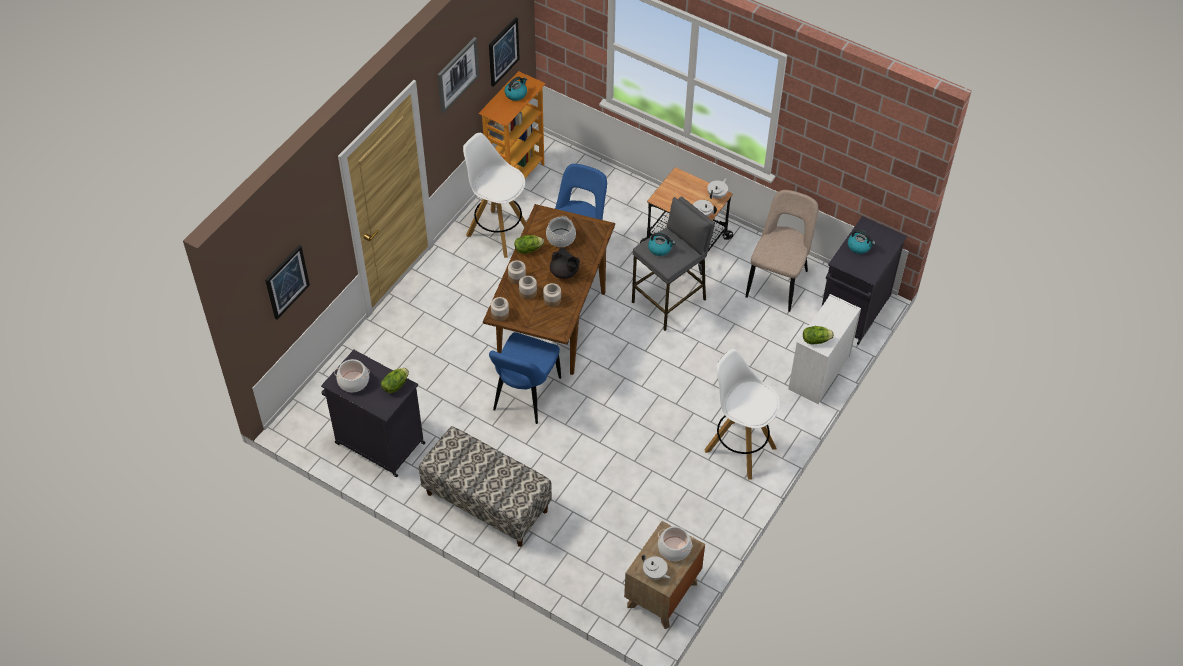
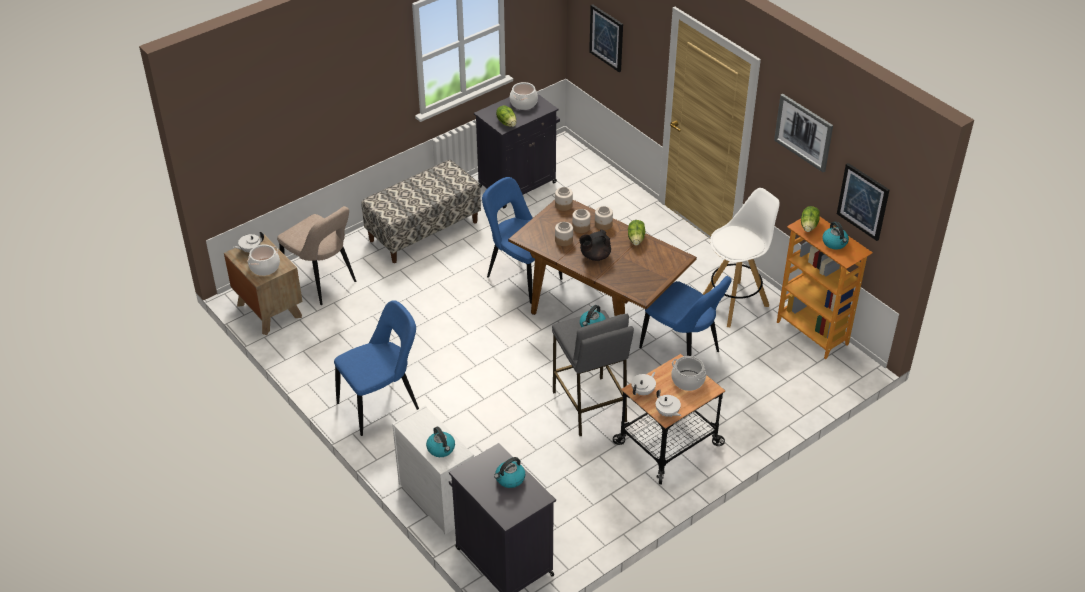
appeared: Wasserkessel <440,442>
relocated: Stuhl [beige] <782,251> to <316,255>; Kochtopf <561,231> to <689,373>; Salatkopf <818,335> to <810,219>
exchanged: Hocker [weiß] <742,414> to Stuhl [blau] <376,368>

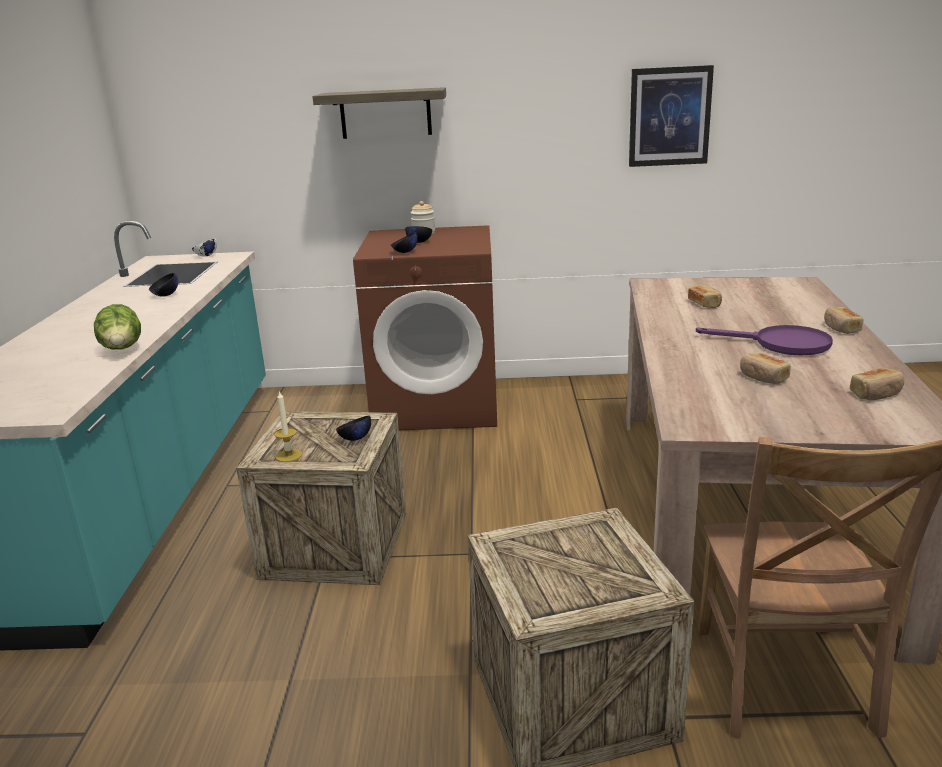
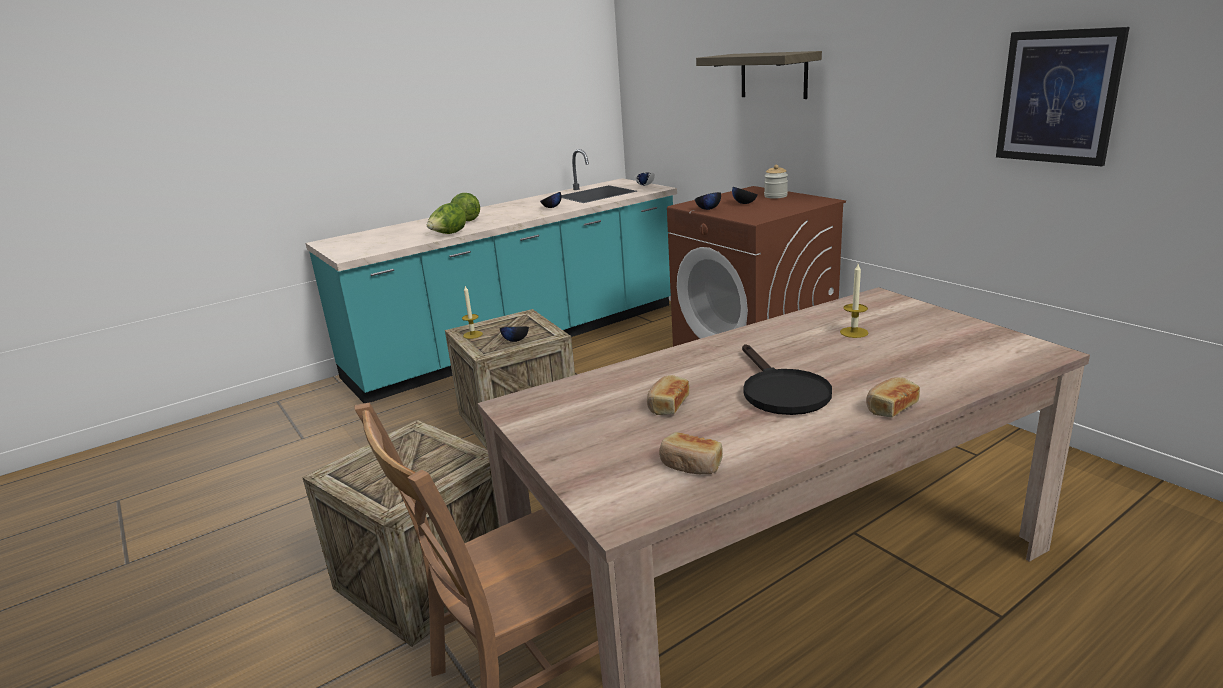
appeared: Salatkopf <465,207>
exchanged: Brot <705,296> to Kerze <854,301>
colour: Pfanne [lila] <764,340> to Pfanne [schwarz] <787,379>

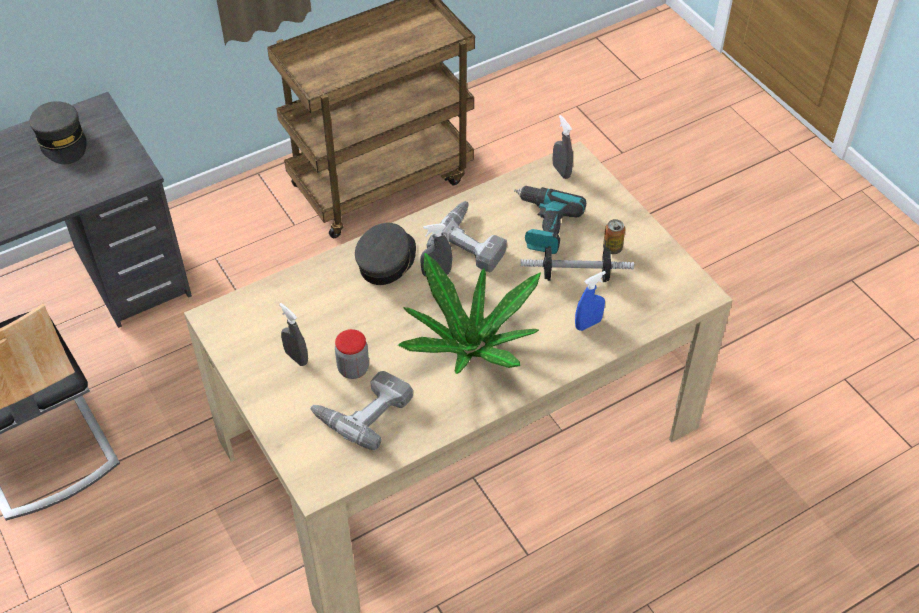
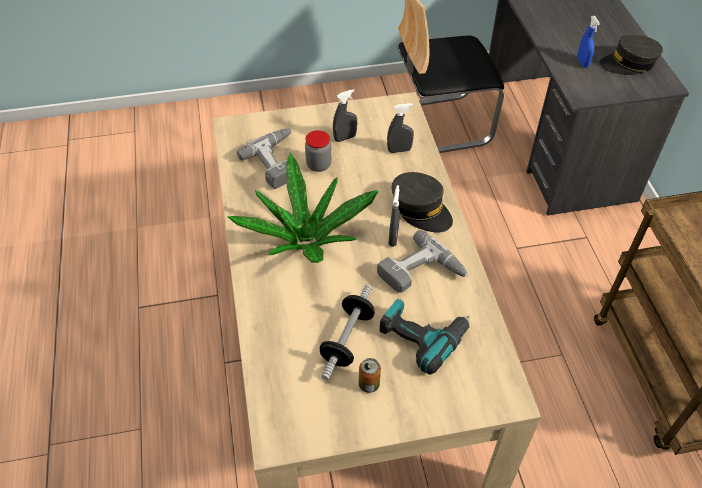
relocated: Sprühflasche [grau] <563,147> to <400,128>; Sprühflasche [blau] <590,301> to <588,42>

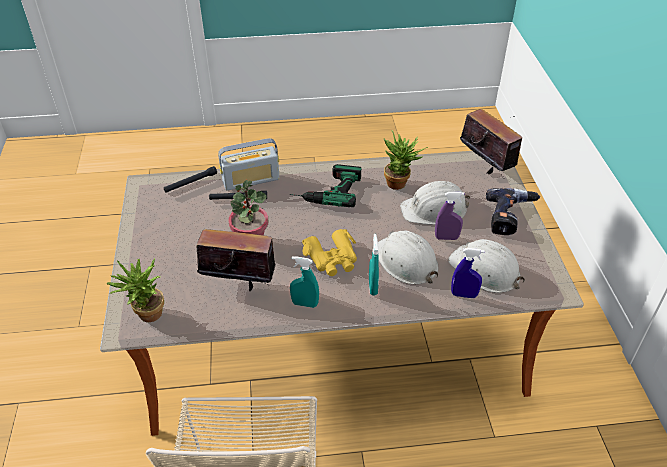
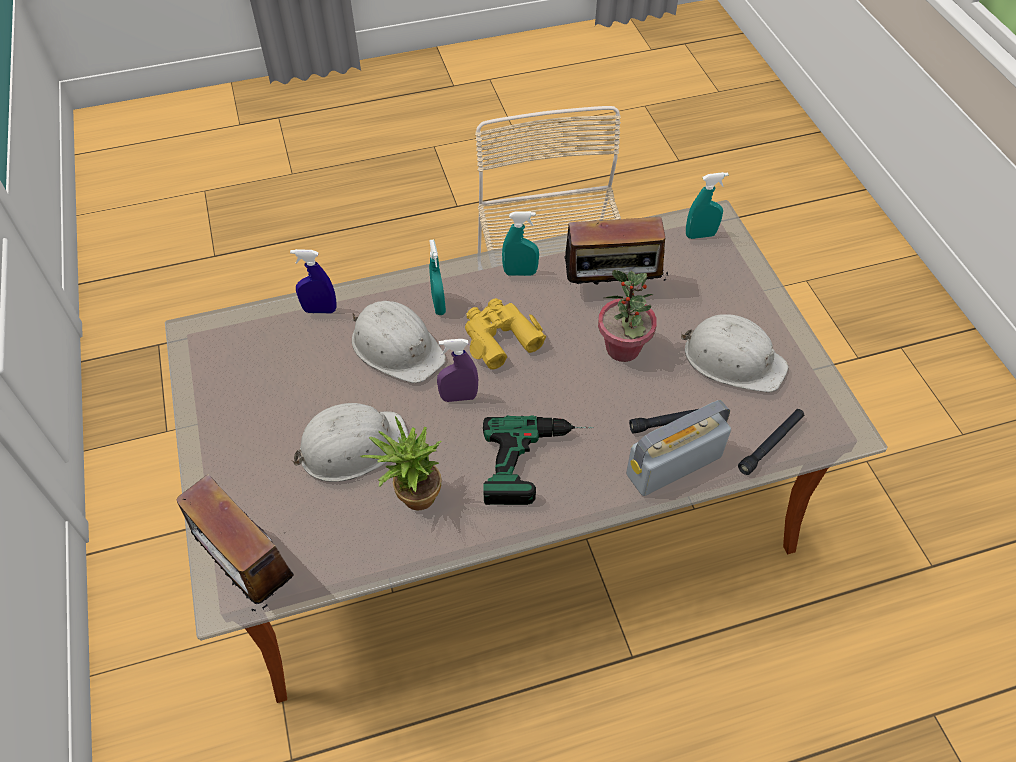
missing: Bohrmaschine <513,211>
relocated: Sprühflasche [lila] <449,216> to <457,370>; Schutzhelm [weiß] <486,266> to <734,353>
exchanged: Topfpflanze <135,290> to Sprühflasche [türkis] <707,205>

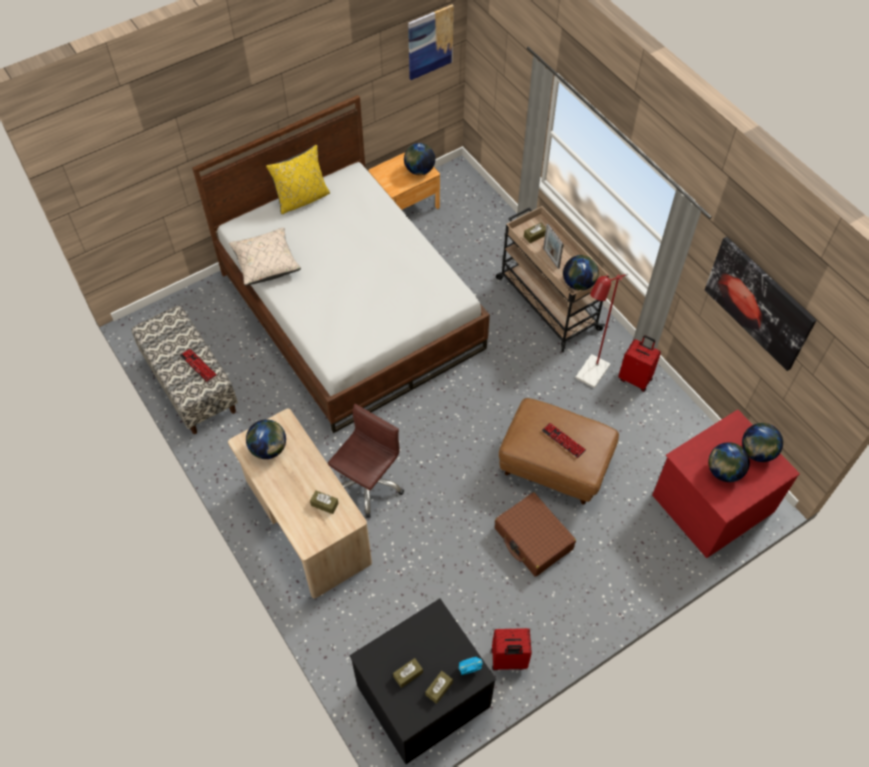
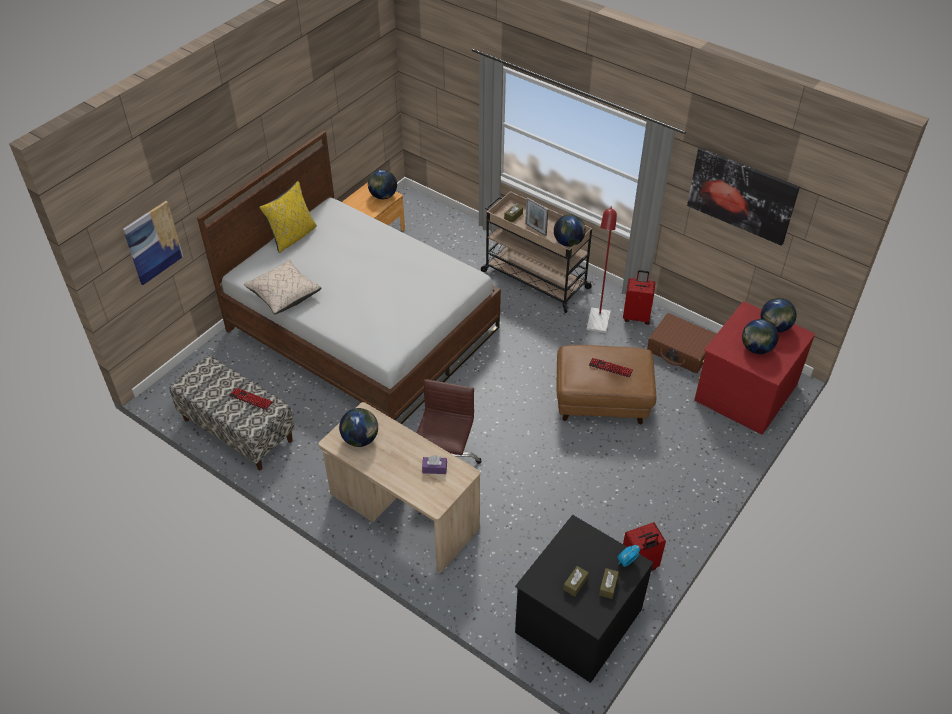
relocated: Bild <431,42> to <153,243>; Koffer [braun] <535,534> to <682,343>
colour: Taschentuchbox [braun] <324,502> to Taschentuchbox [lila] <434,464>

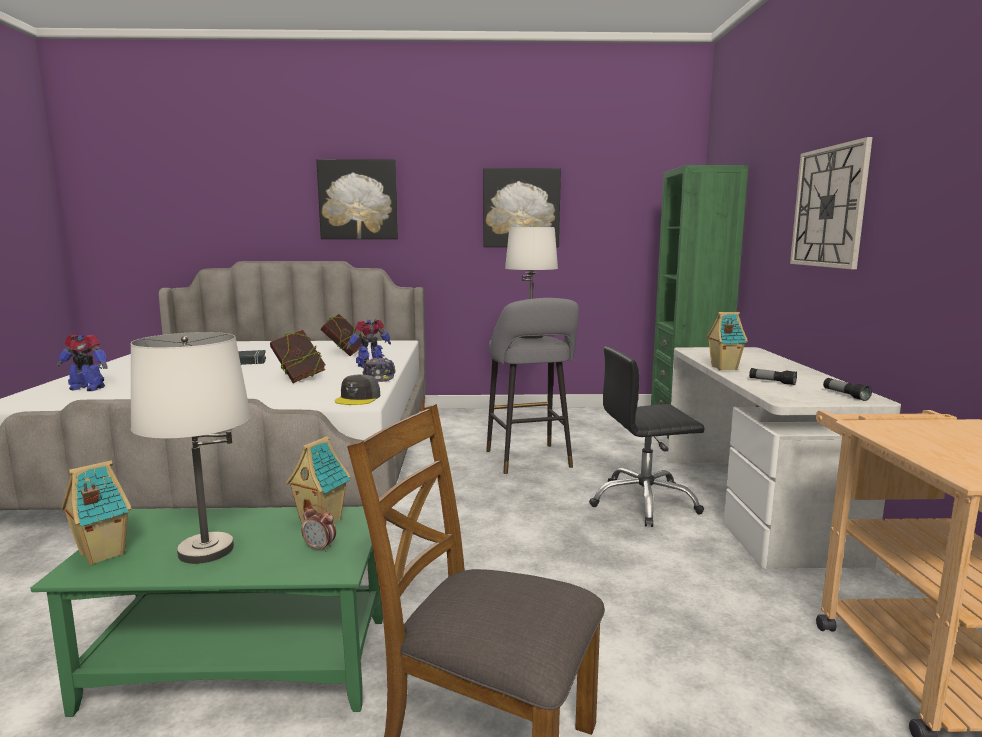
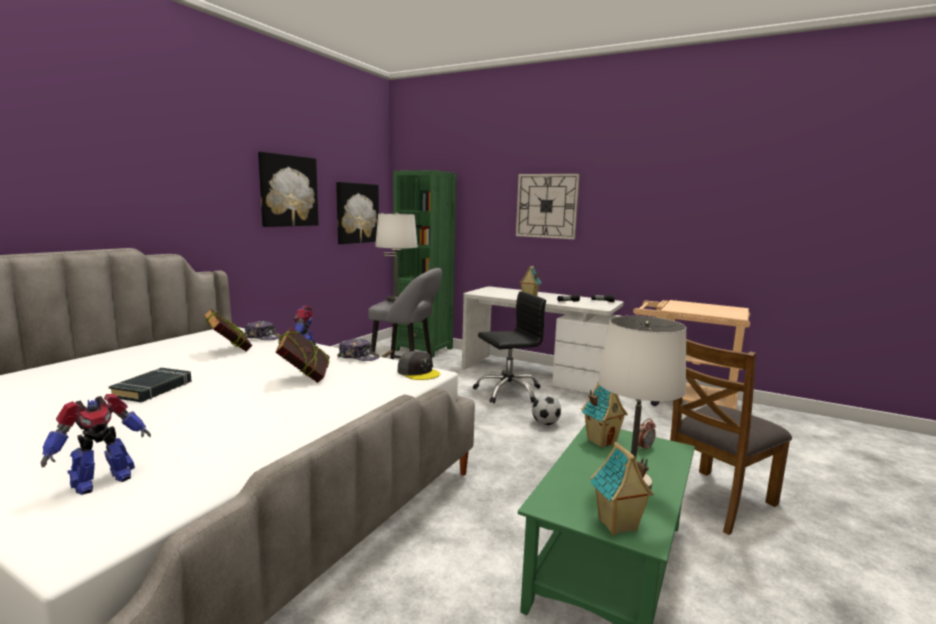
appeared: Kappe <262,330>; Fußball <546,410>
relocated: Bild <357,199> to <357,213>
spun: Bürostuhl [schwarz] <647,437> = <509,347> 135 degrees counterclockwise

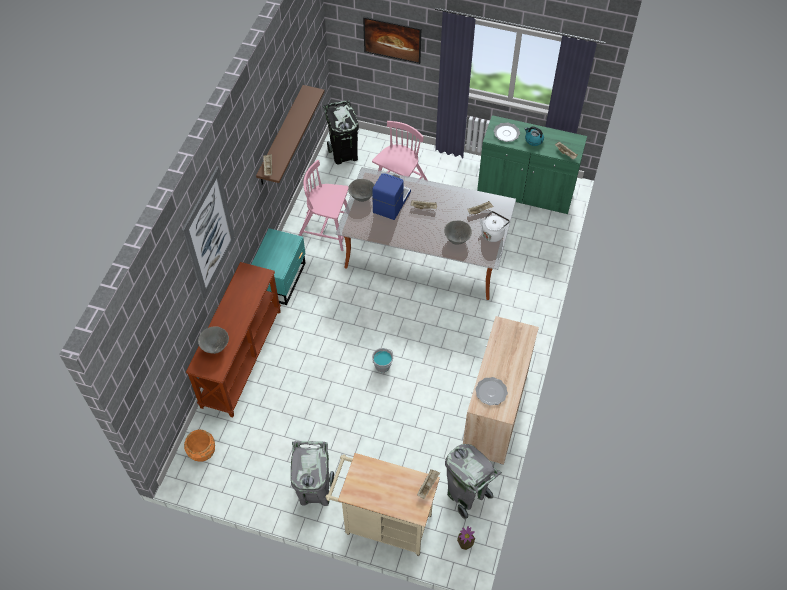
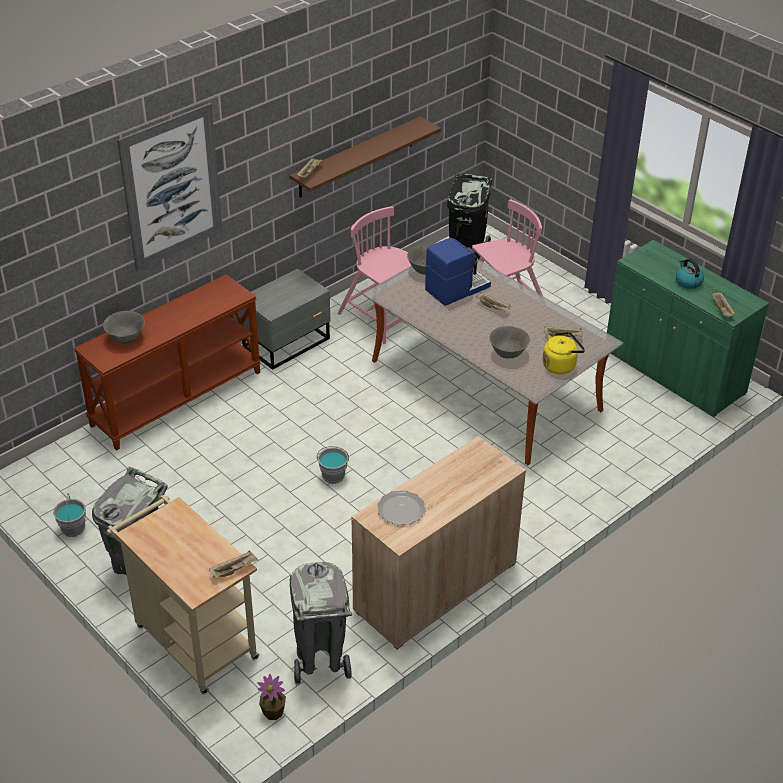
missing: Bild <392,40>; Teller <507,132>; Pflanzkübel [orange] <199,446>
appeared: Eimer [grau] <69,515>
colour: Wasserkessel [weiß] <495,226> to Wasserkessel [gelb] <564,353>; Nachttisch [türkis] <278,266> to Nachttisch [grau] <285,319>

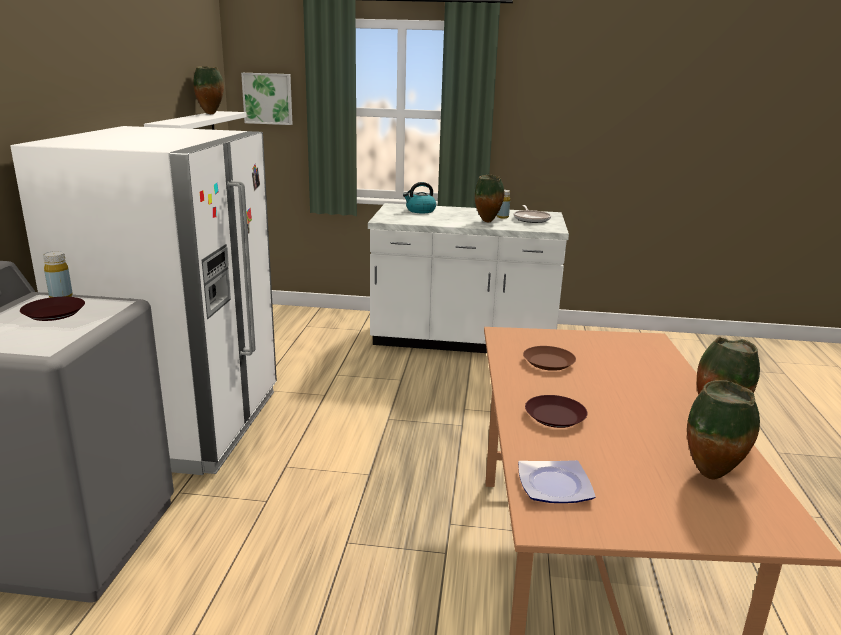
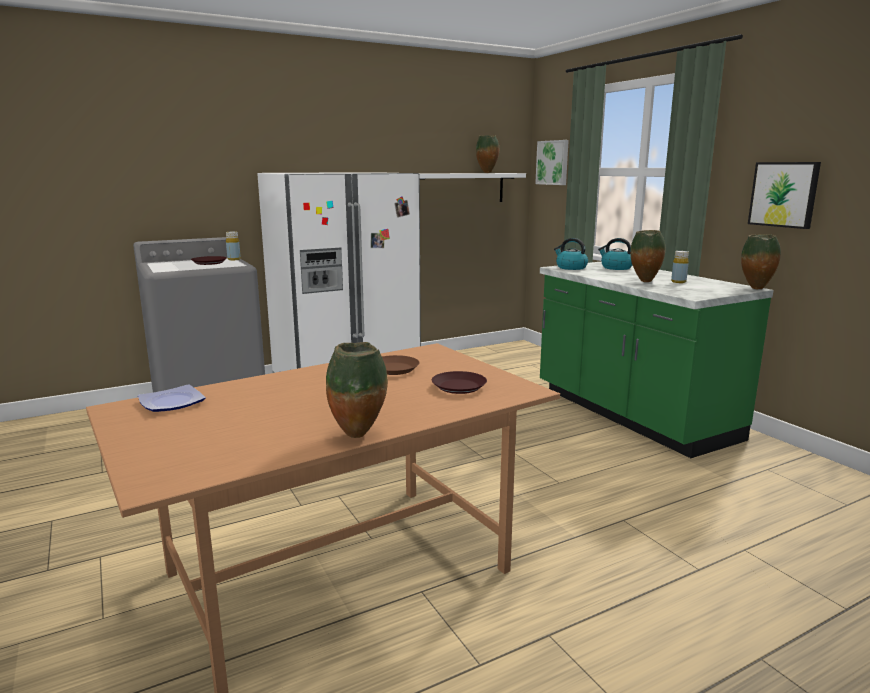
missing: Pfanne <532,214>
appeared: Bild <784,195>; Wasserkessel <571,254>
relocated: Vase <723,430> to <761,261>; Teller [braun] <556,411> to <459,382>
colour: Küchenzeile [weiß] <468,278> to Küchenzeile [grün] <657,360>

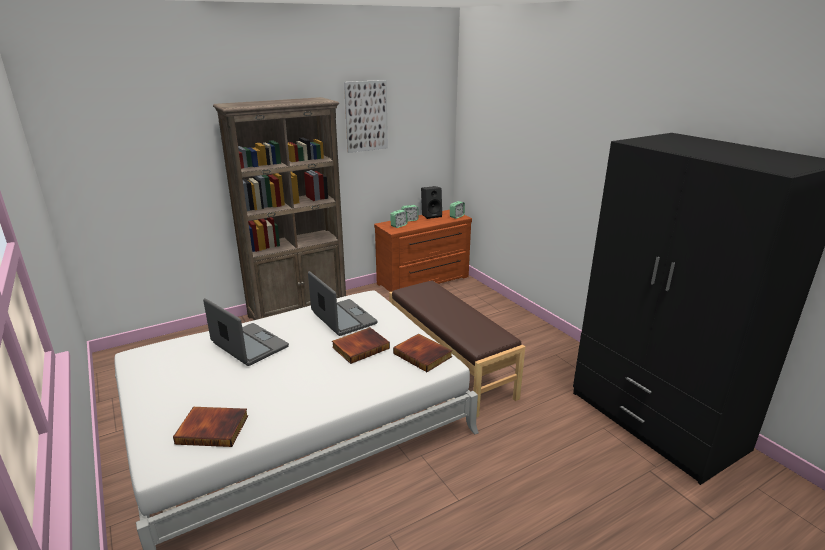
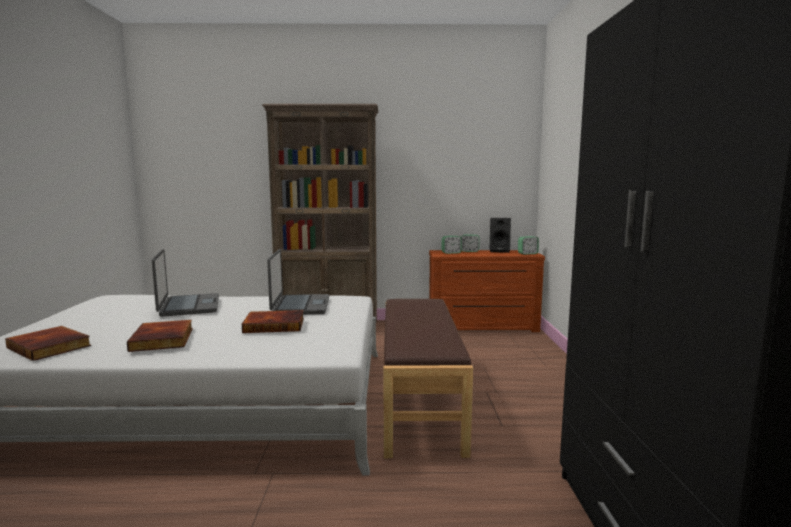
missing: Bild <366,116>
relocated: Buch <422,353> to <160,336>

